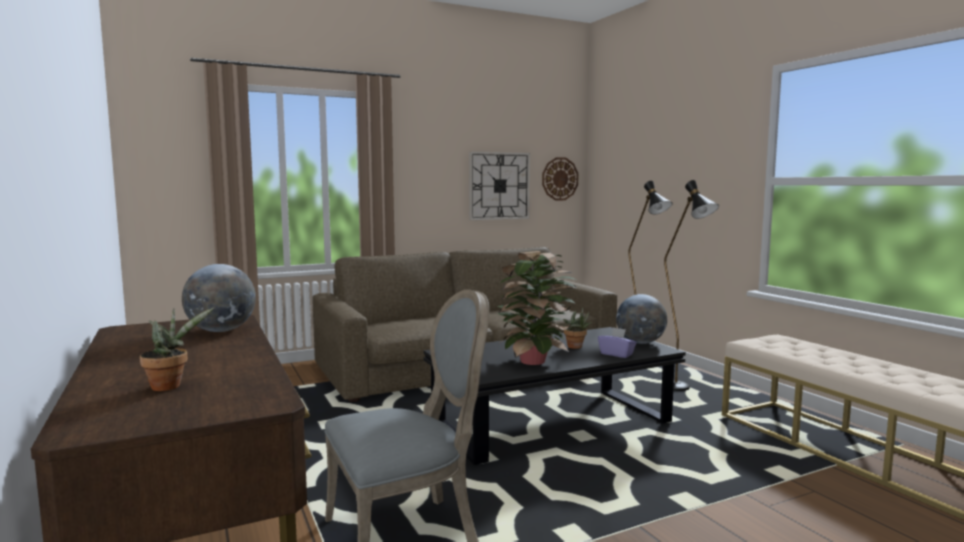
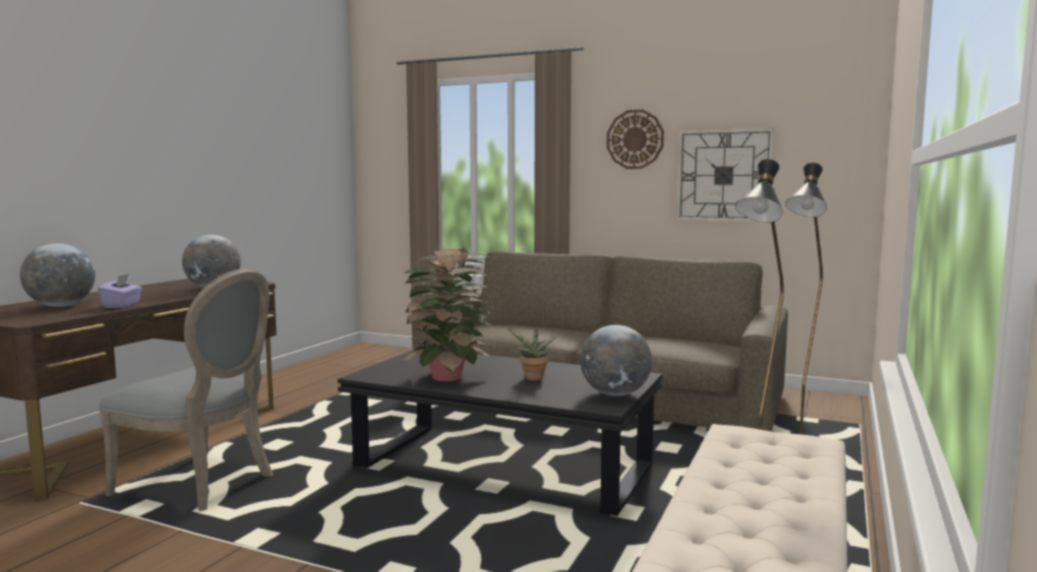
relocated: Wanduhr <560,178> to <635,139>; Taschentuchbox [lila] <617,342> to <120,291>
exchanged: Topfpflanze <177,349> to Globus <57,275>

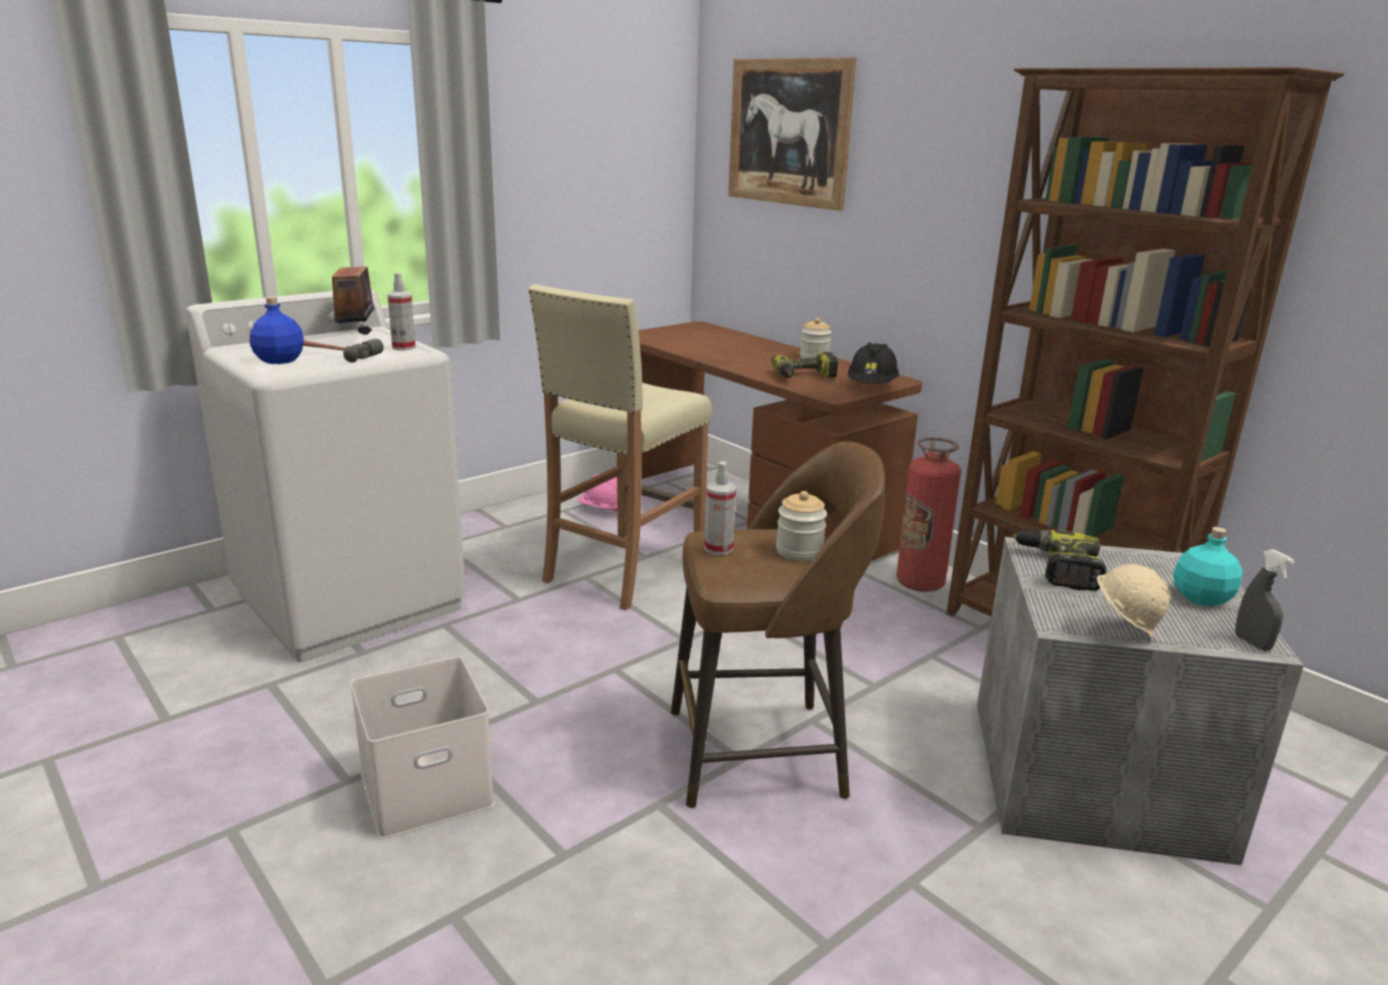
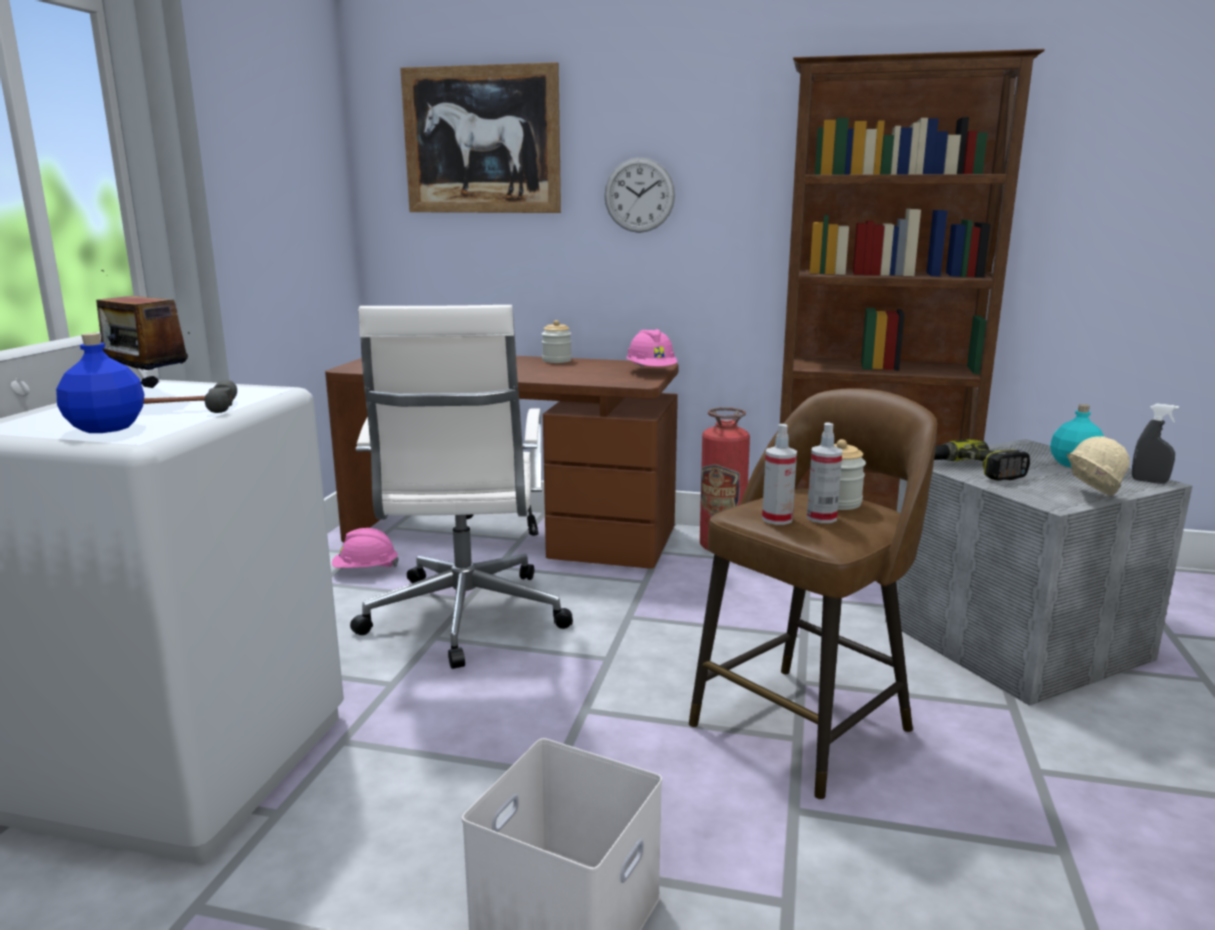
missing: Bohrmaschine <804,365>
appeared: Wanduhr <639,195>
relocated: Sprühflasche <401,312> to <824,472>
exchanged: Hocker [beige] <620,447> to Bürostuhl [weiß] <461,487>
colour: Schutzhelm [schwarz] <873,363> to Schutzhelm [rosa] <651,348>

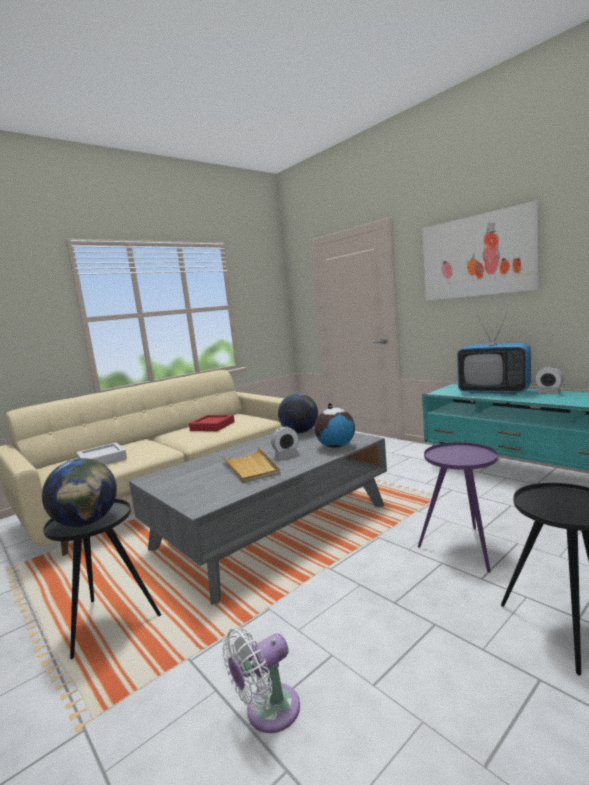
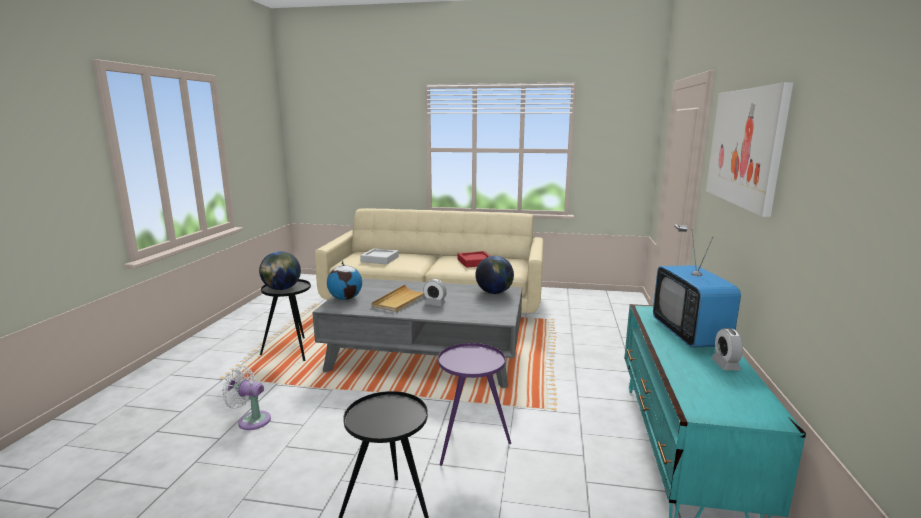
relocated: Globus <334,425> to <344,280>

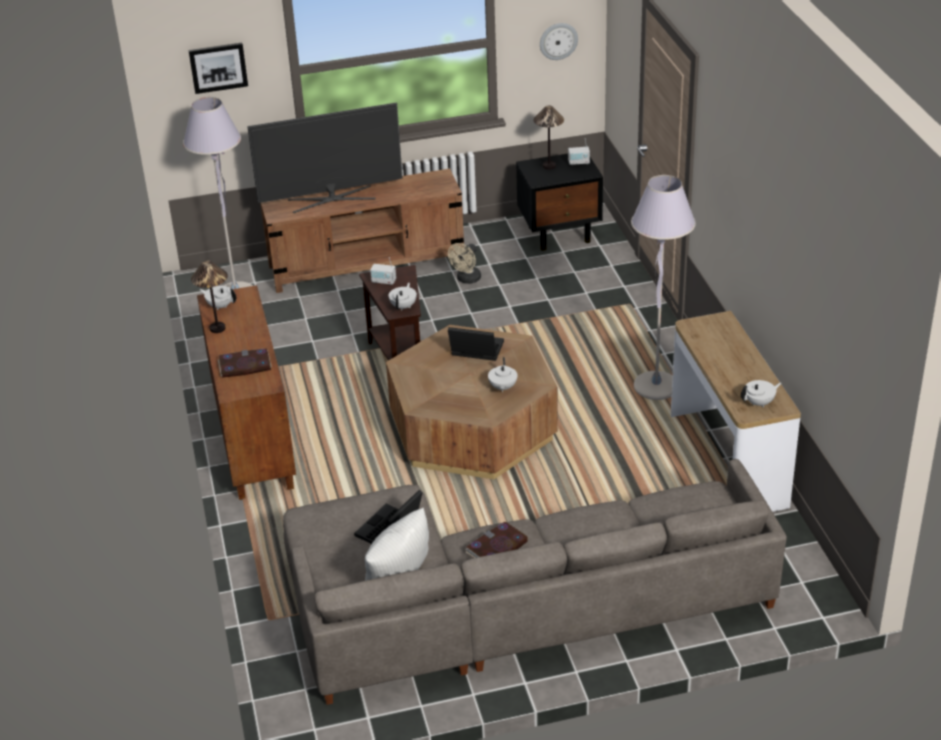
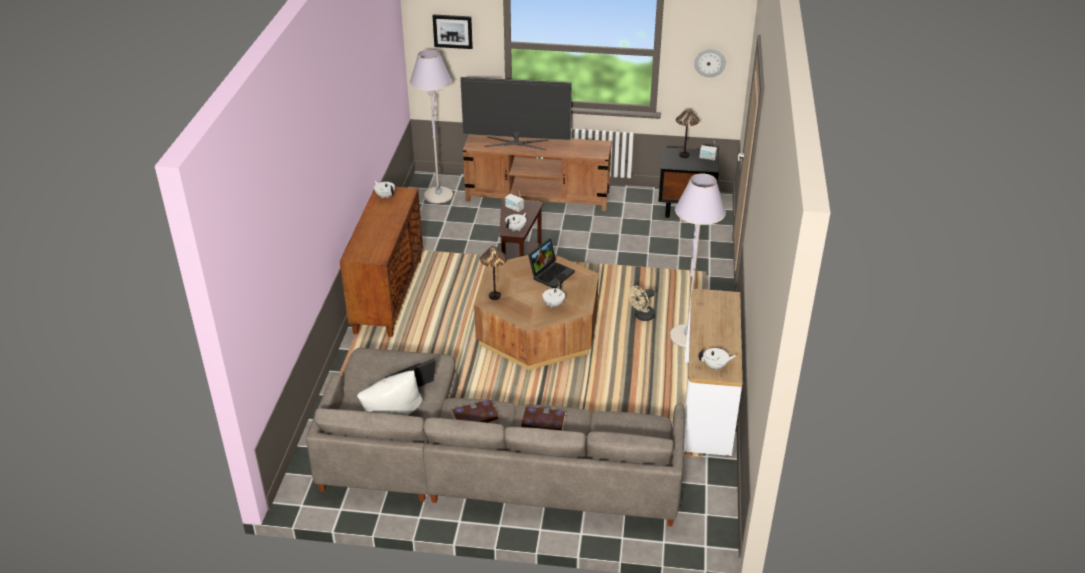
relocated: Ventilator [beige] <464,263> to <642,303>; Tischlampe <209,296> to <493,273>; Buch <245,363> to <543,418>
spun: Laptop <476,344> = <551,263> 90 degrees clockwise

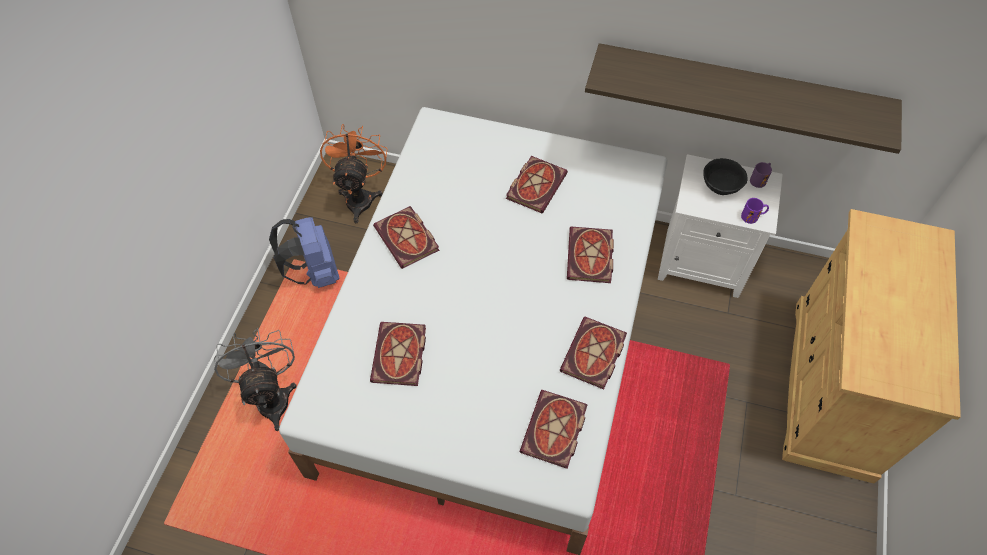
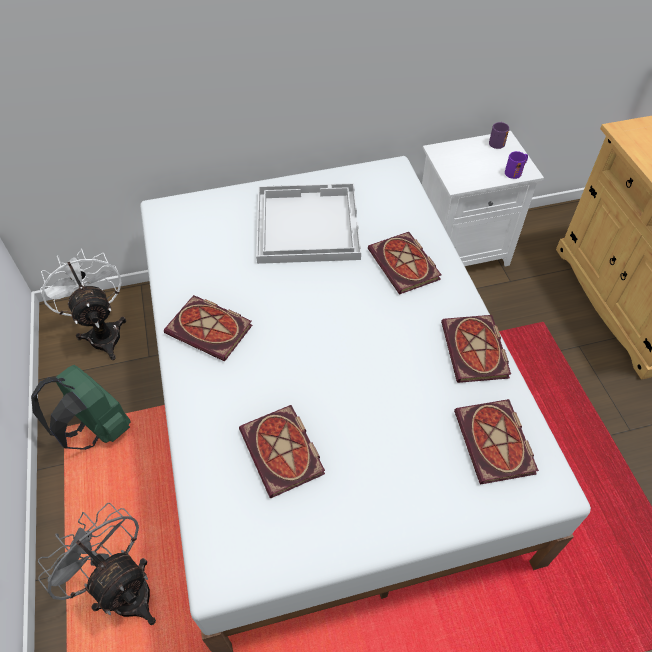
missing: Wandregal <743,98>; Schüssel [schwarz] <725,176>
exchanged: Buch <537,184> to Tablett [weiß] <308,223>
colour: Ventilator [orange] <353,173> to Ventilator [weiß] <83,304>; Rucksack [blau] <304,252> to Rucksack [grün] <81,407>

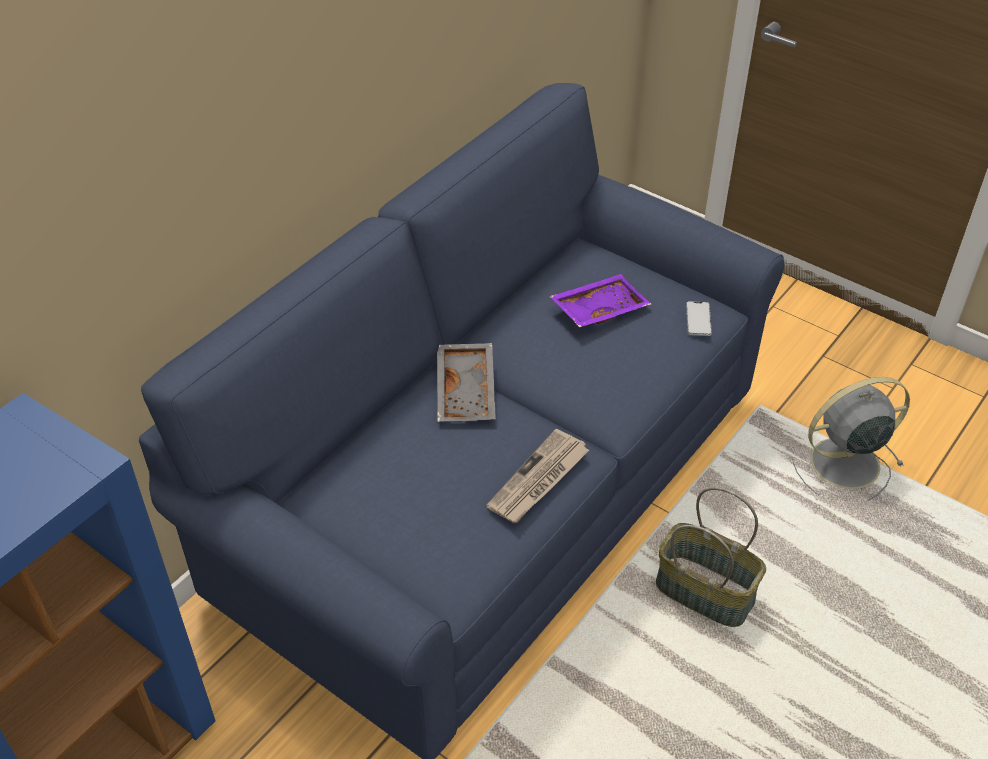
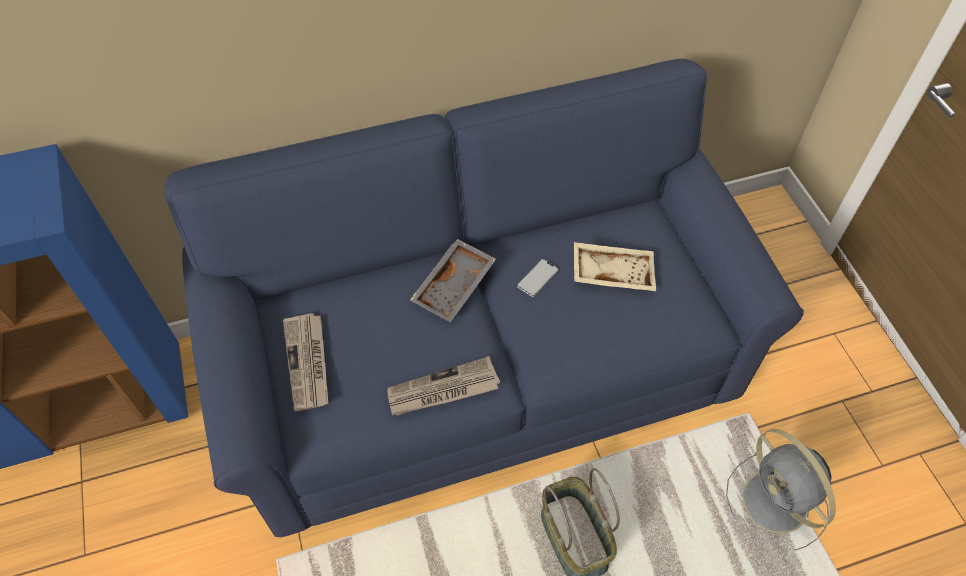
appeared: Zeitung <305,362>
relocated: Handy <699,318> to <538,278>
colour: Tablett [lila] <600,300> to Tablett [beige] <615,266>
spun: Ventilator [grau] <851,439> = <781,489> 135 degrees counterclockwise

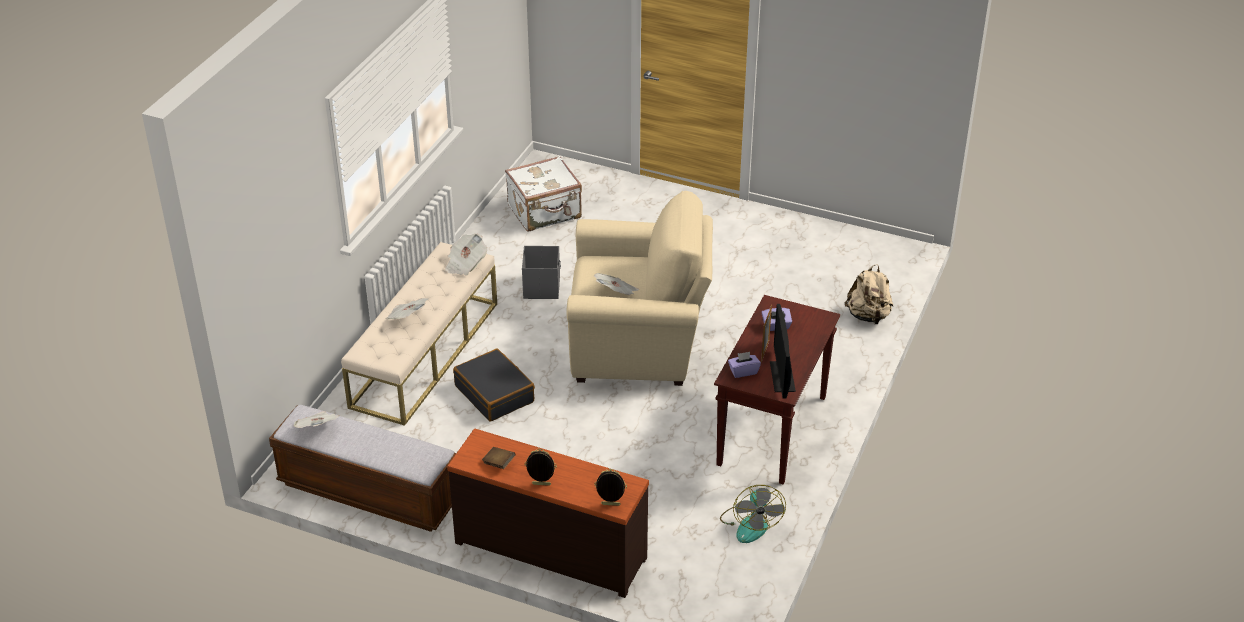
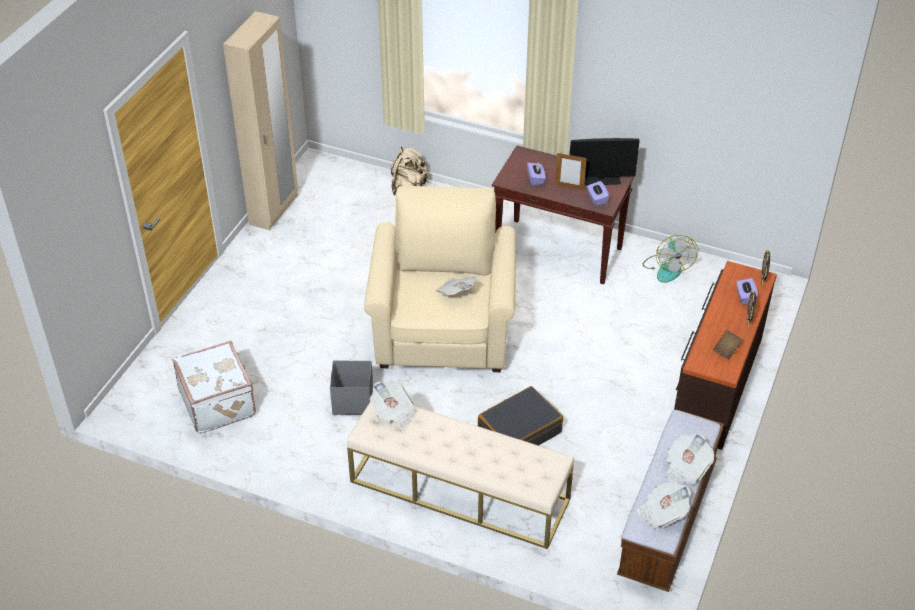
appeared: Kleiderschrank [beige] <260,120>; Taschentuchbox [lila] <747,291>
relocated: Zeitung <406,309> to <690,459>
spun: Ventilator <753,514> = <670,259> 90 degrees clockwise

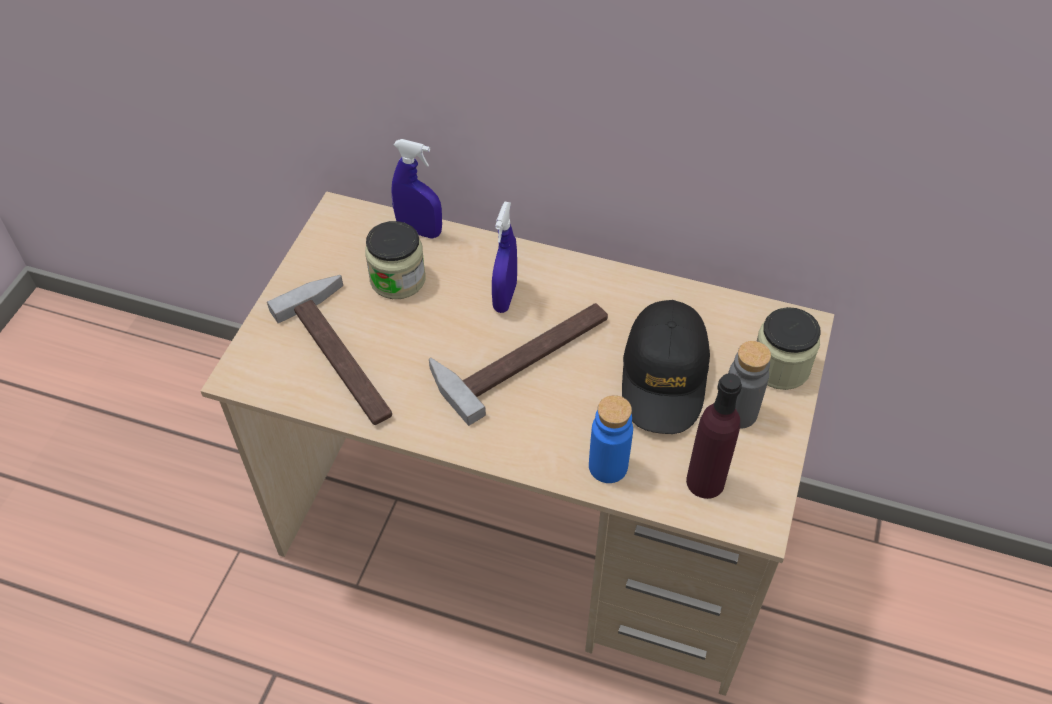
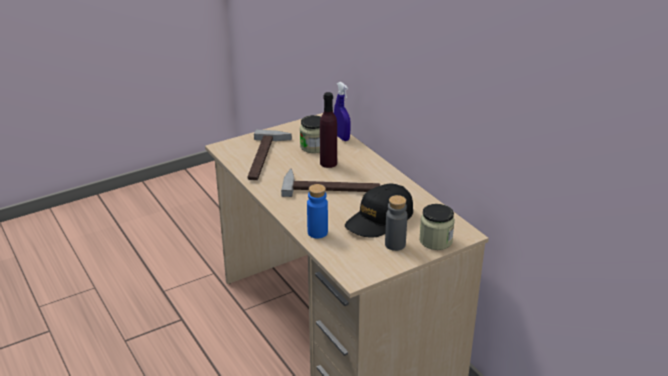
missing: Sprühflasche [blau] <504,257>
relocated: Flasche [lila] <714,436> to <328,130>

